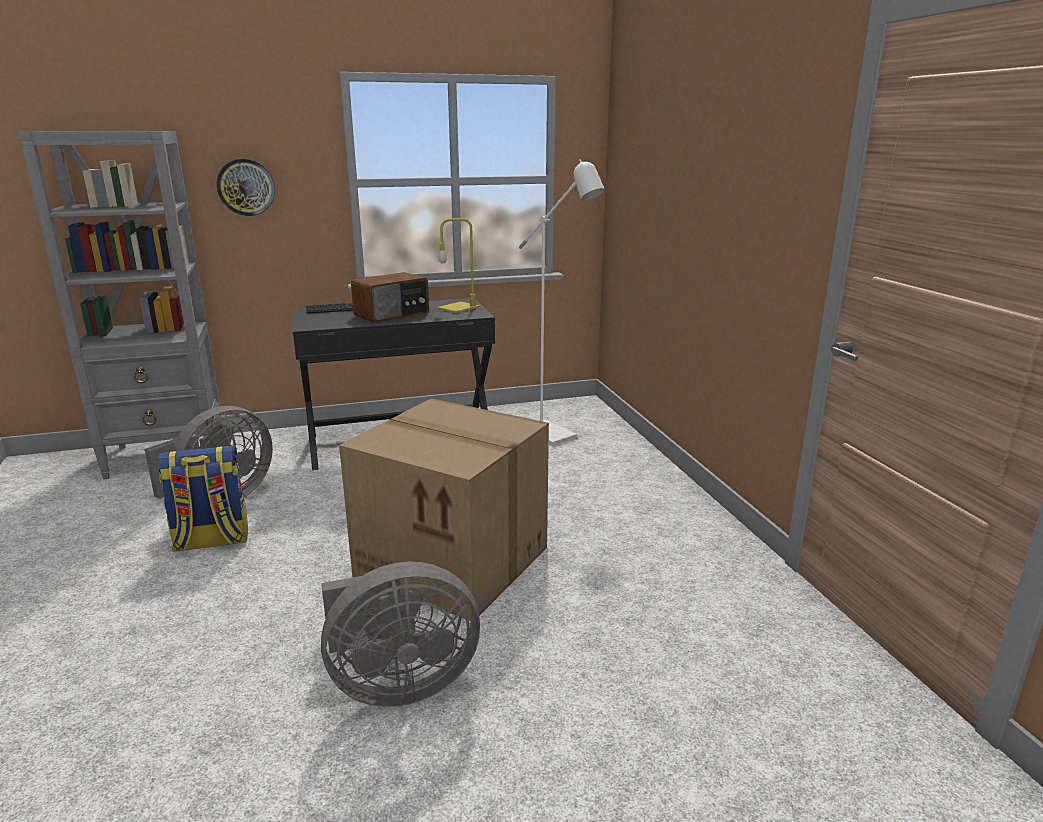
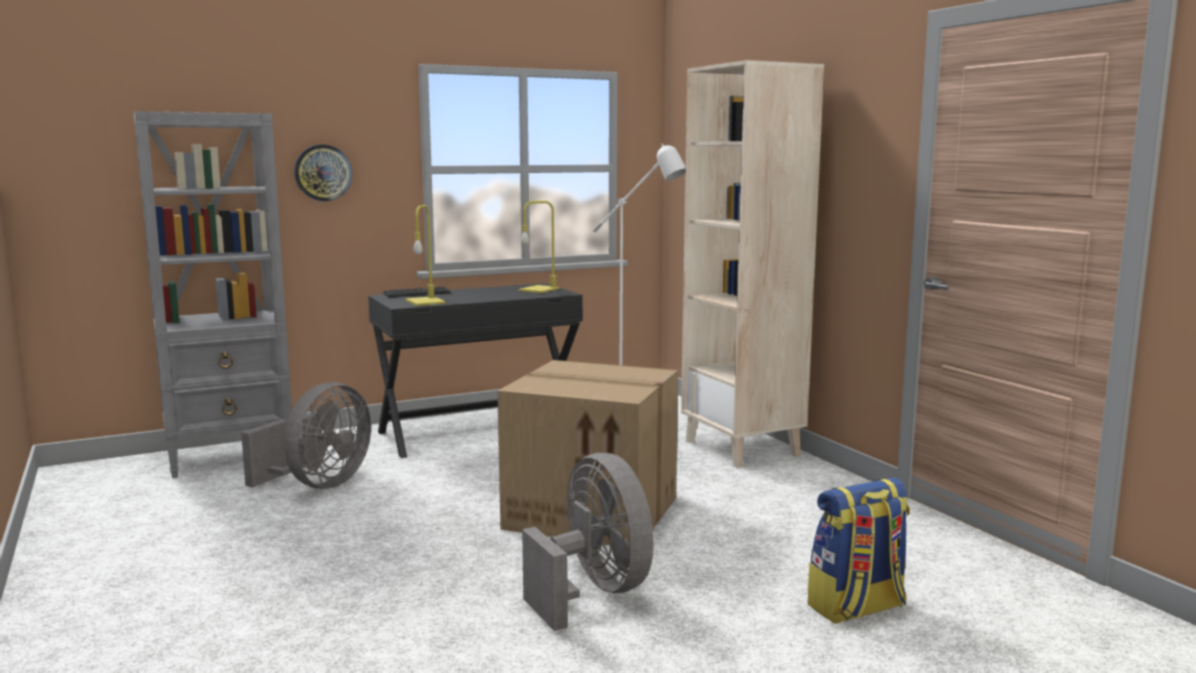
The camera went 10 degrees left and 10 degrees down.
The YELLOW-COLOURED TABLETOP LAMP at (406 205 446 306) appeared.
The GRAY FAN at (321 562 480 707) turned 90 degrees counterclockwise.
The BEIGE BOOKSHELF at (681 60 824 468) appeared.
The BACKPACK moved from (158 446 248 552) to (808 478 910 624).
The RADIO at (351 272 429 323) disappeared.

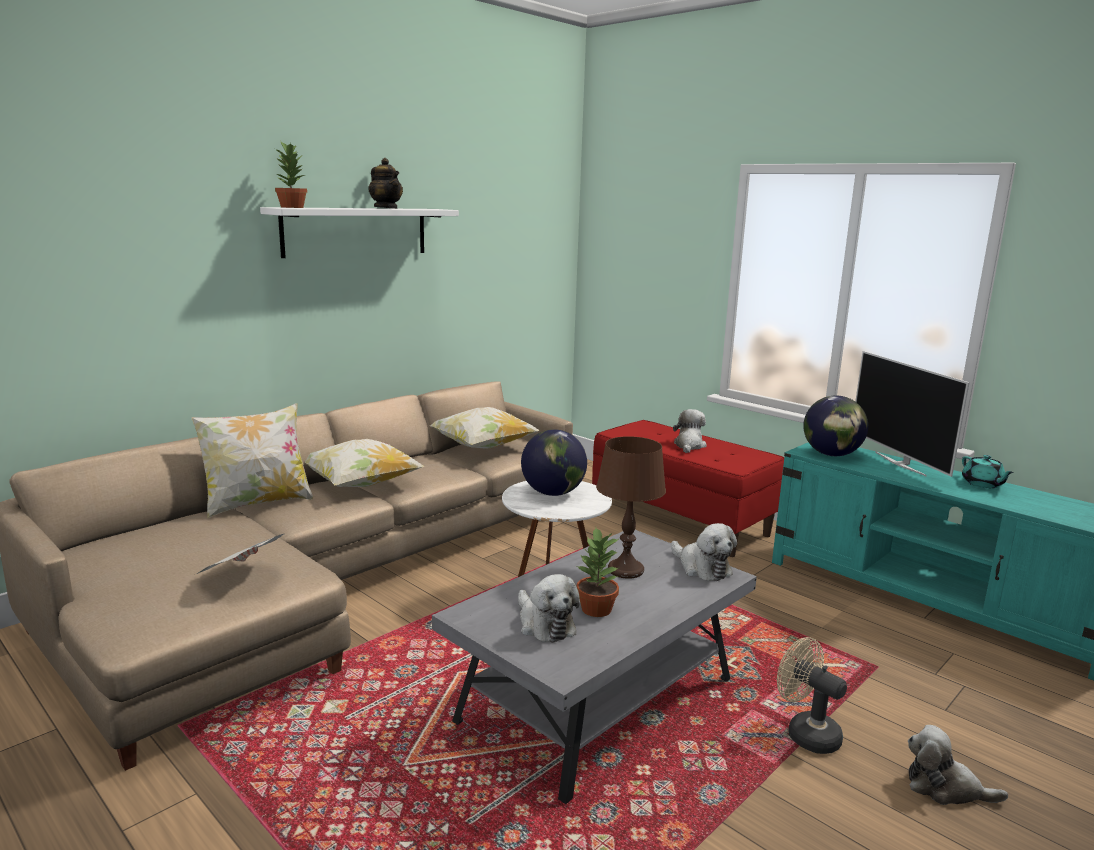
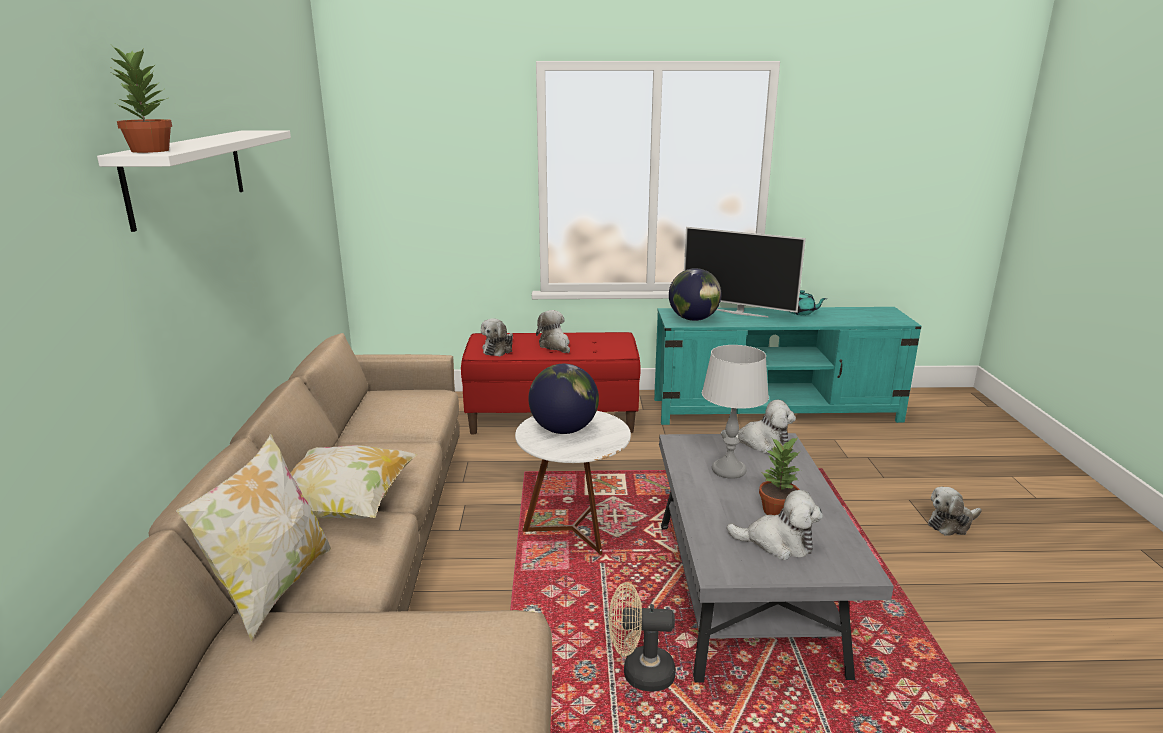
The camera went 45 degrees left and 5 degrees up.
The SOFT TOY at (481 318 513 356) appeared.
The BEIGE FAN moved from (777 637 847 754) to (609 582 676 691).
The BROWN TABLETOP LAMP at (596 436 666 579) became the GRAY TABLETOP LAMP at (702 345 769 479).
The PRINTED PAPER at (197 534 284 574) disappeared.
The TEAPOT at (368 158 403 209) disappeared.
The CUSHION at (430 407 540 449) disappeared.

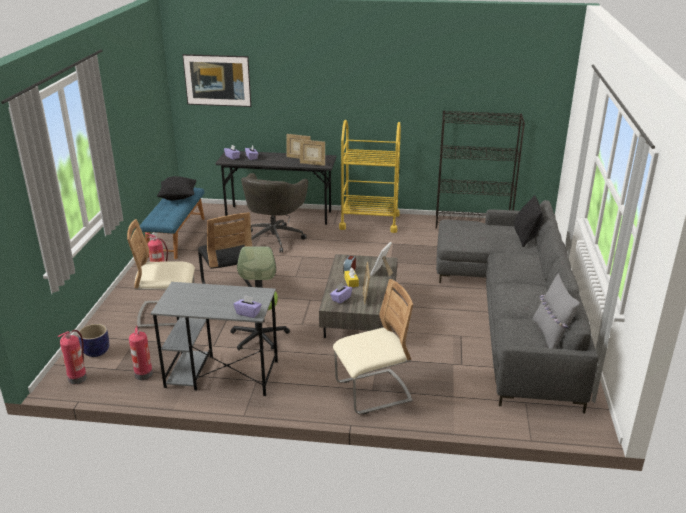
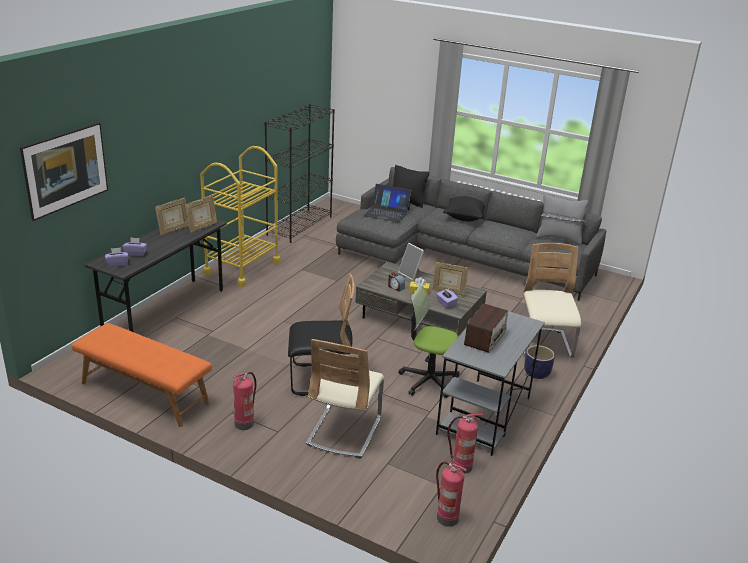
The camera went 70 degrees left and 0 degrees up.
The BLUE-COLOURED LONG SEAT at (140 188 205 259) became the ORANGE LONG SEAT at (72 323 212 427).
The LAPTOP at (364 184 412 222) appeared.
The BLACK-COLOURED CUSHION moved from (157 176 196 201) to (443 196 485 222).
The RADIO at (464 304 508 353) appeared.
The PLANT POT moved from (78 324 109 357) to (524 345 555 379).
The PURPLE-COLOURED BOX OF TISSUES at (234 295 262 318) disappeared.
The GRAY DESK CHAIR at (241 173 308 253) disappeared.

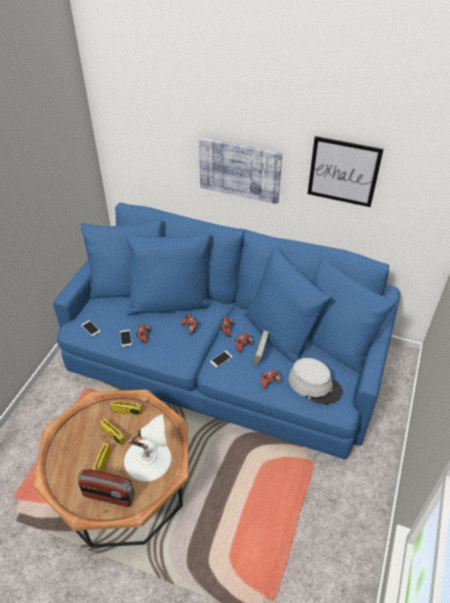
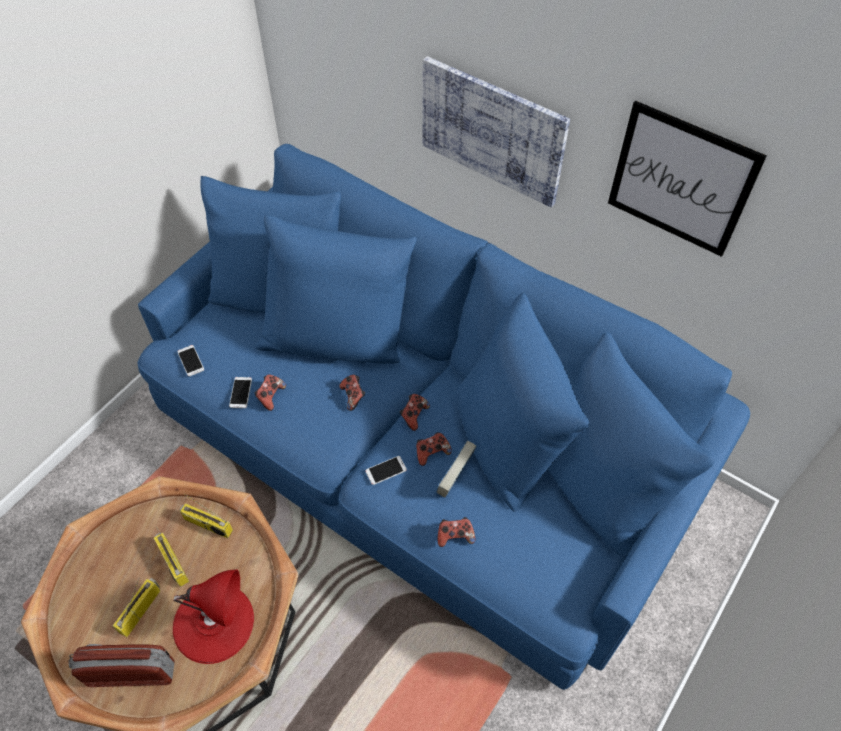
The camera went 15 degrees right and 10 degrees up.
The RADIO at (78 469 134 507) turned 150 degrees clockwise.
The WHITISH TABLETOP LAMP at (124 414 171 482) became the RED TABLETOP LAMP at (173 569 254 664).
The GRAY HAT at (288 358 342 404) disappeared.

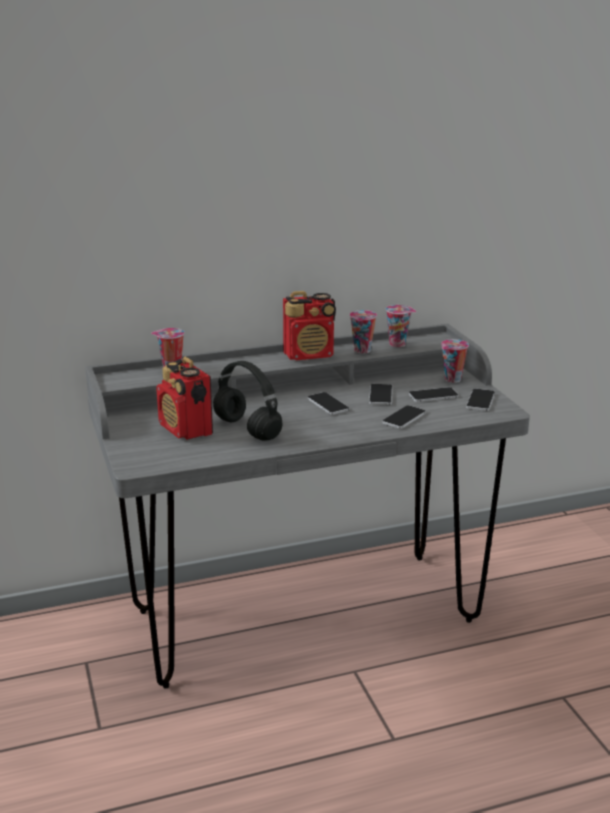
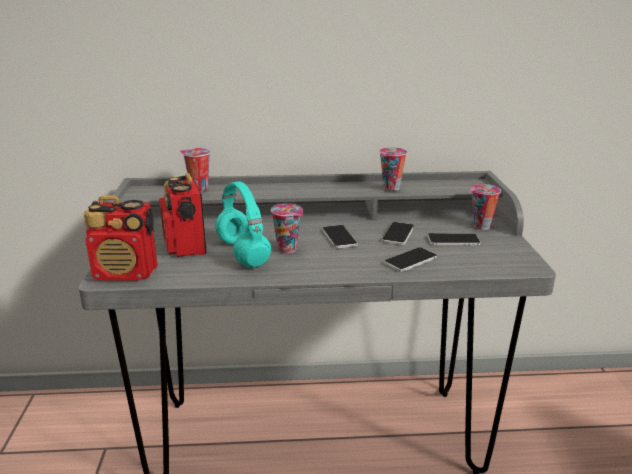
The camera went 15 degrees right and 0 degrees up.
The RADIO moved from (283 291 336 360) to (84 196 157 280).
The BLACK-COLOURED PAIR OF HEADPHONES at (213 361 282 441) became the BLUE-GREEN PAIR OF HEADPHONES at (215 181 271 267).
The CUP moved from (386 305 416 347) to (271 204 303 253).
The HANDSET at (466 389 495 411) disappeared.

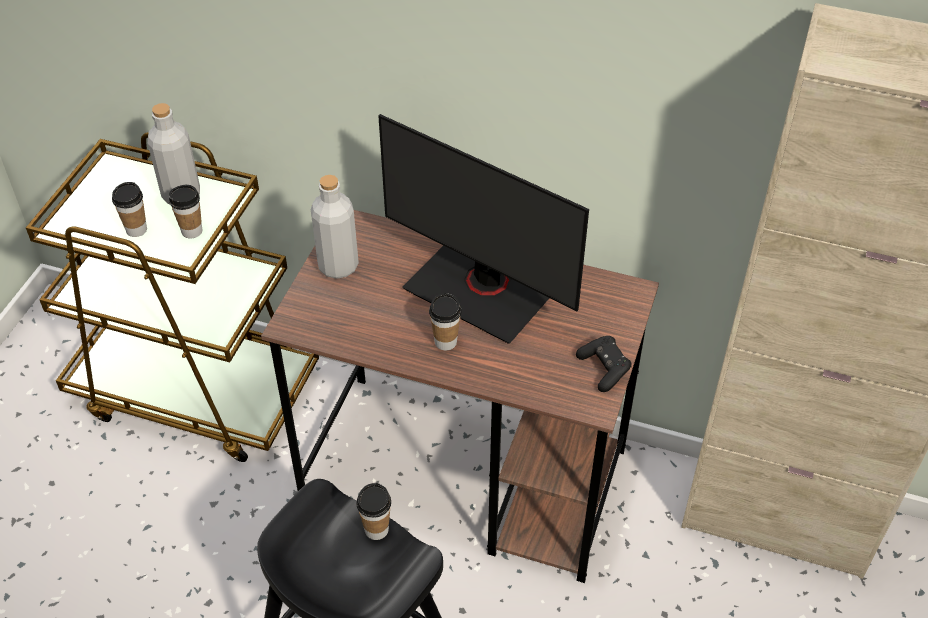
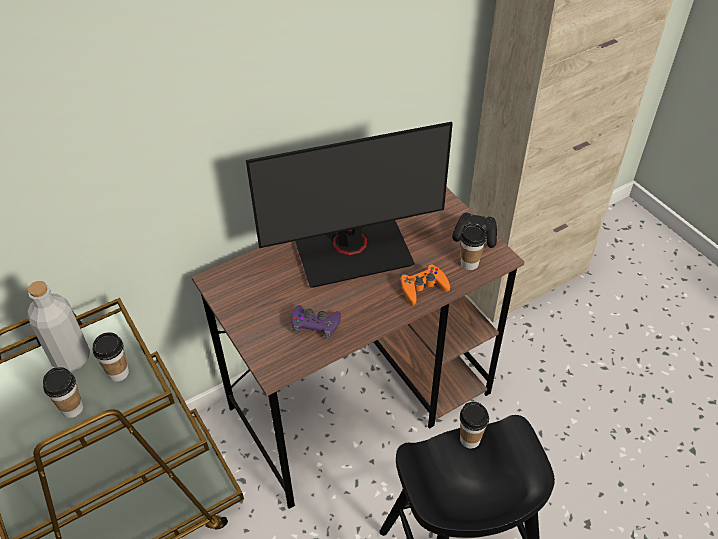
The camera went 50 degrees left and 0 degrees up.
The PURPLE-COLOURED JOYPAD at (291 305 341 339) appeared.
The ORANGE JOYPAD at (401 264 450 305) appeared.
The CUP moved from (429 293 462 351) to (460 224 487 270).
The GRAY DRINK BOTTLE at (311 175 359 279) disappeared.

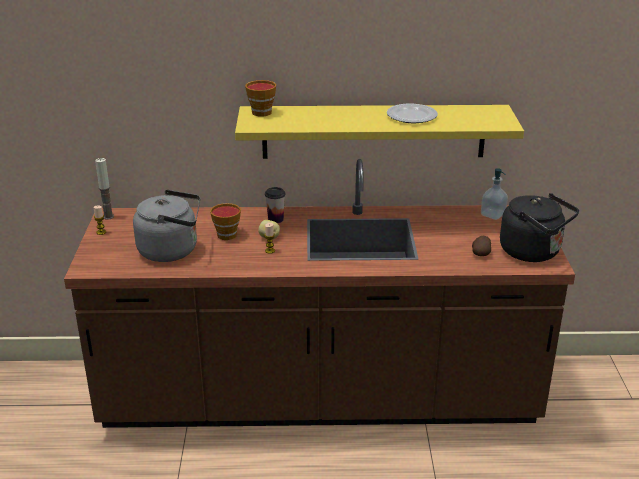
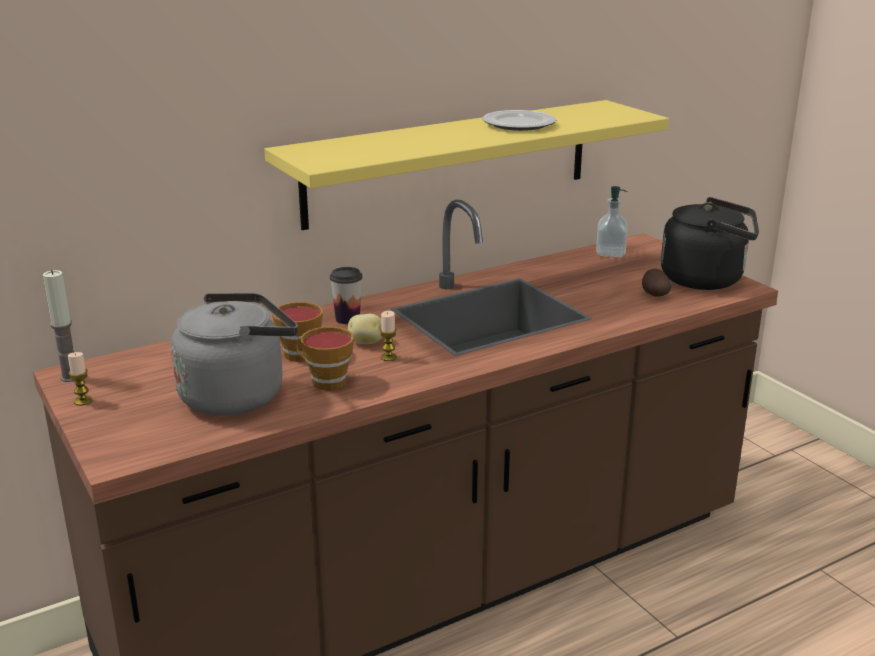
The camera went 30 degrees left and 5 degrees down.
The CUP moved from (245 80 276 117) to (296 327 354 391).

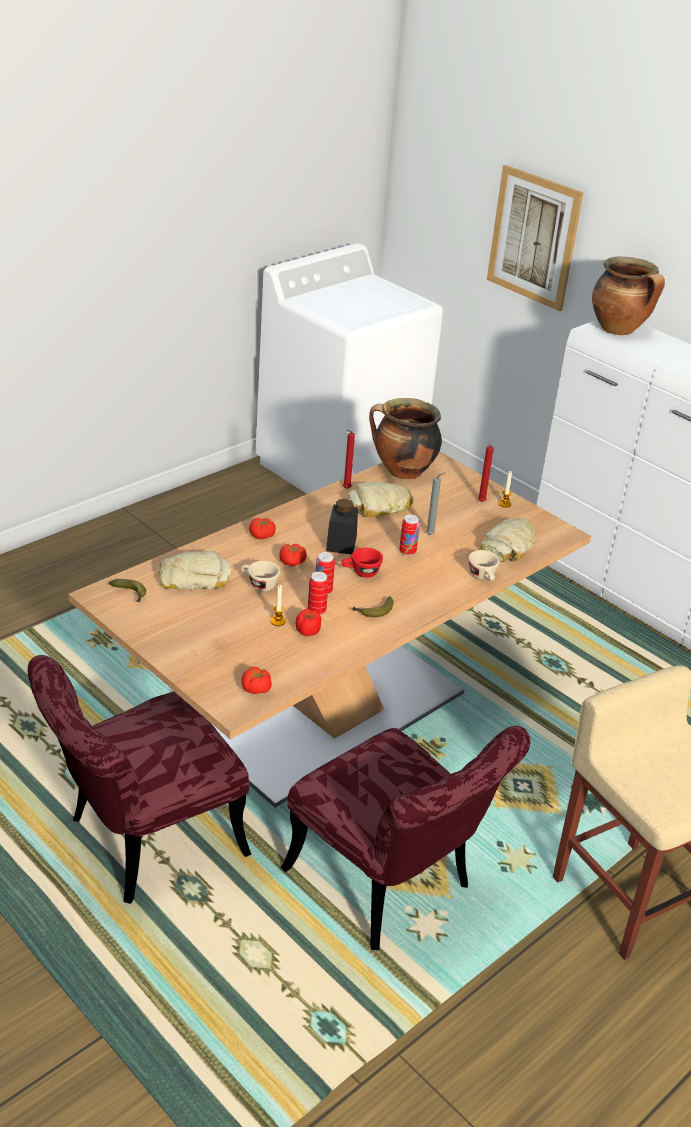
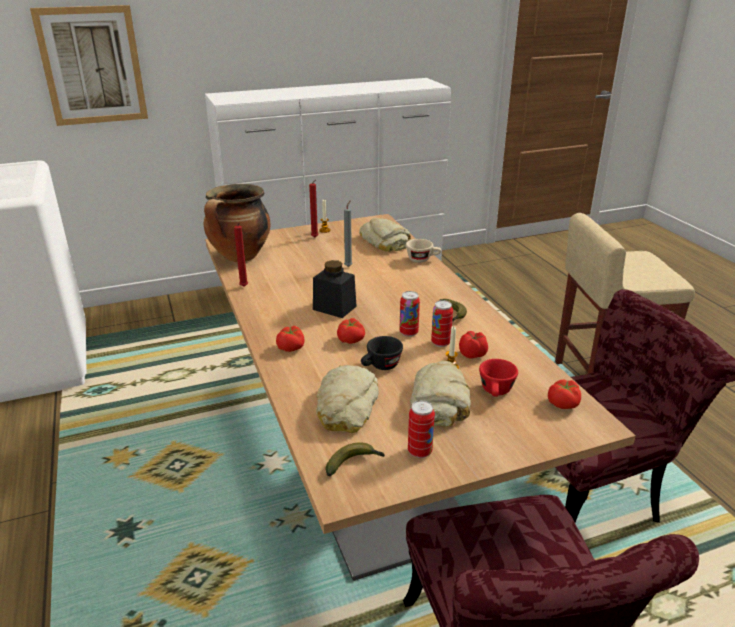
The camera went 65 degrees left and 5 degrees down.
The BEIGE CUP at (241 561 280 592) became the BLACK-COLOURED CUP at (361 336 403 370).
The METAL CAN moved from (399 515 420 556) to (408 400 435 458).
The BAKED BREAD moved from (348 482 413 517) to (410 361 471 427).
The RED CUP moved from (342 548 383 578) to (479 359 518 397).
The SAUCEPOT at (592 257 665 335) disappeared.

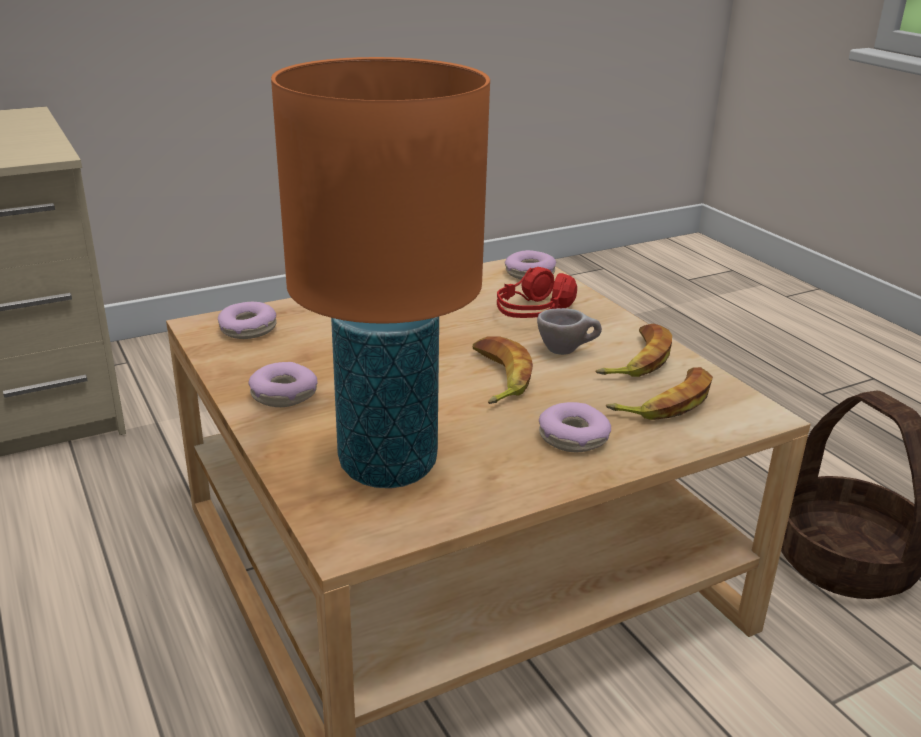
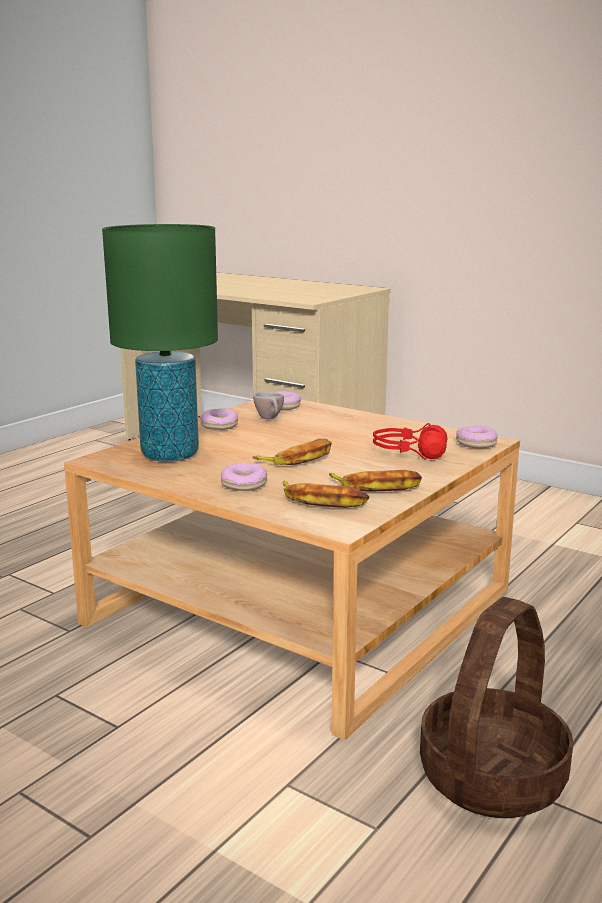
The camera went 65 degrees right and 10 degrees down.
The ORANGE TABLETOP LAMP at (271 57 490 488) became the GREEN TABLETOP LAMP at (102 224 218 462).
The BEIGE CUP moved from (537 308 602 355) to (253 392 284 420).

